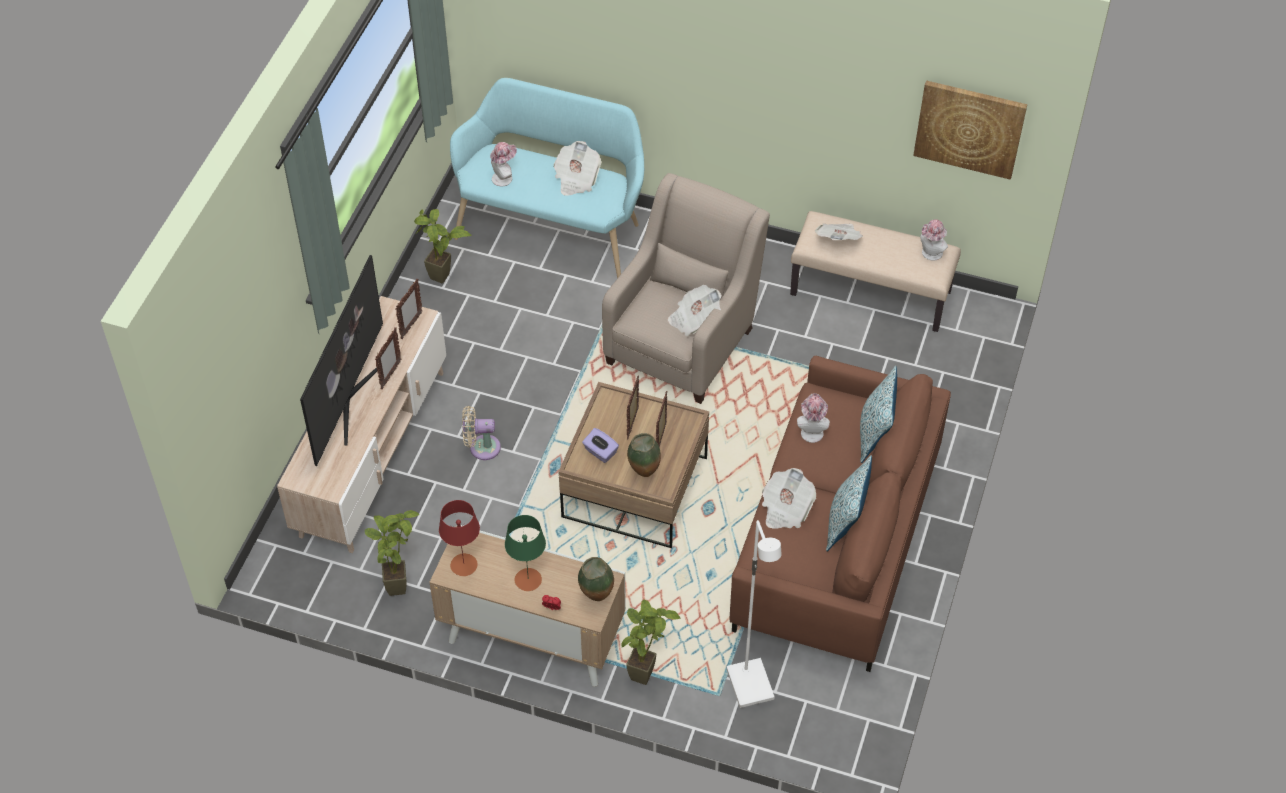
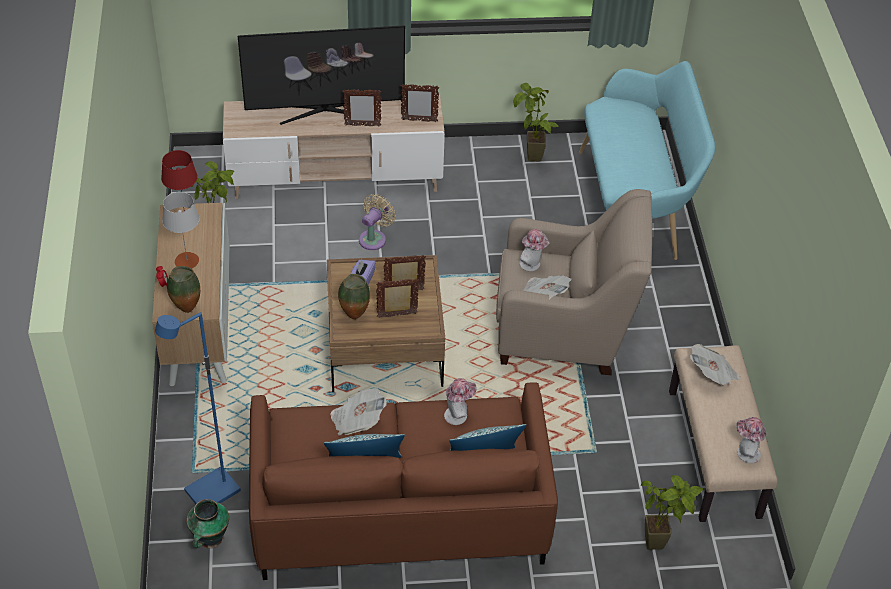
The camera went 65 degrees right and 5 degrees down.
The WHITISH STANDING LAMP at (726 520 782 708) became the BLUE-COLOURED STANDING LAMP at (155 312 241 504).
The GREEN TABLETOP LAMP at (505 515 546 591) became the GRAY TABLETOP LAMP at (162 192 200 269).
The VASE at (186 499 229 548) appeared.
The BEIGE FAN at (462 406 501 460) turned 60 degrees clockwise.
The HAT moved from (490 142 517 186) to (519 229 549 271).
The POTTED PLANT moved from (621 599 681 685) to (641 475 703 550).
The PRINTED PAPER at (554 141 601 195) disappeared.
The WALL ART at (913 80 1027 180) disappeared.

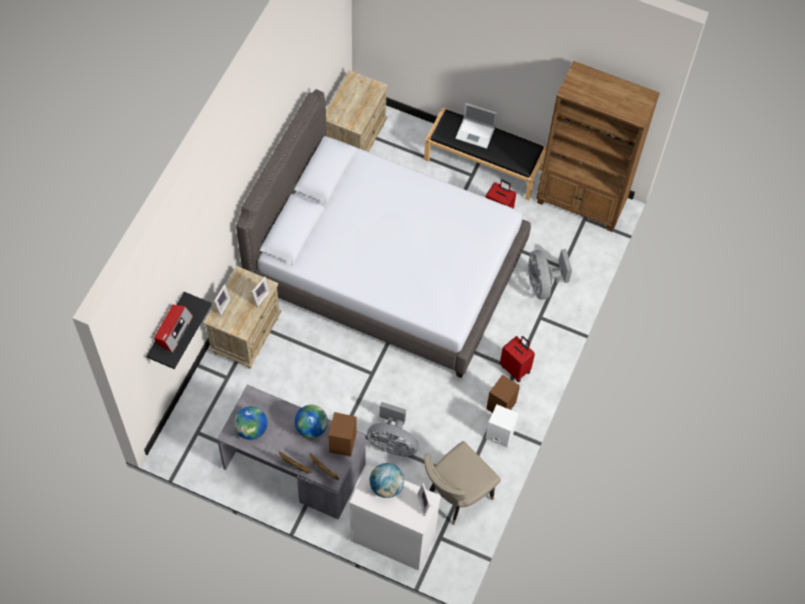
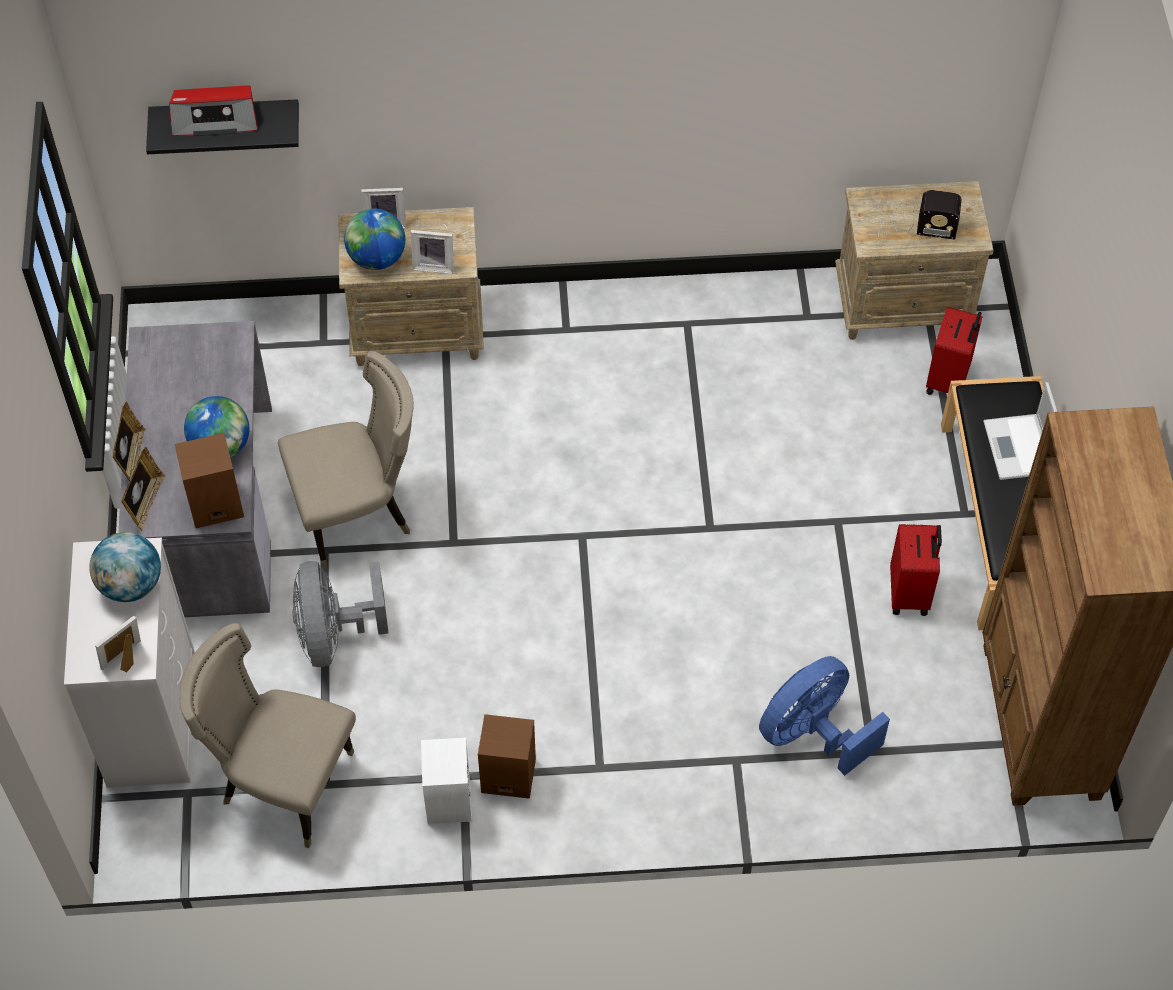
The camera went 65 degrees right and 5 degrees down.
The BEIGE CHAIR at (278 351 414 570) appeared.
The WORLD GLOBE moved from (234 407 267 440) to (344 209 405 270).
The GRAY FAN at (528 249 572 300) became the BLUE-COLOURED FAN at (759 656 890 776).
The RADIO at (893 190 961 240) appeared.
The RED SUITCASE moved from (500 336 535 382) to (926 307 983 395).
The GRAY BED at (236 89 531 378) disappeared.

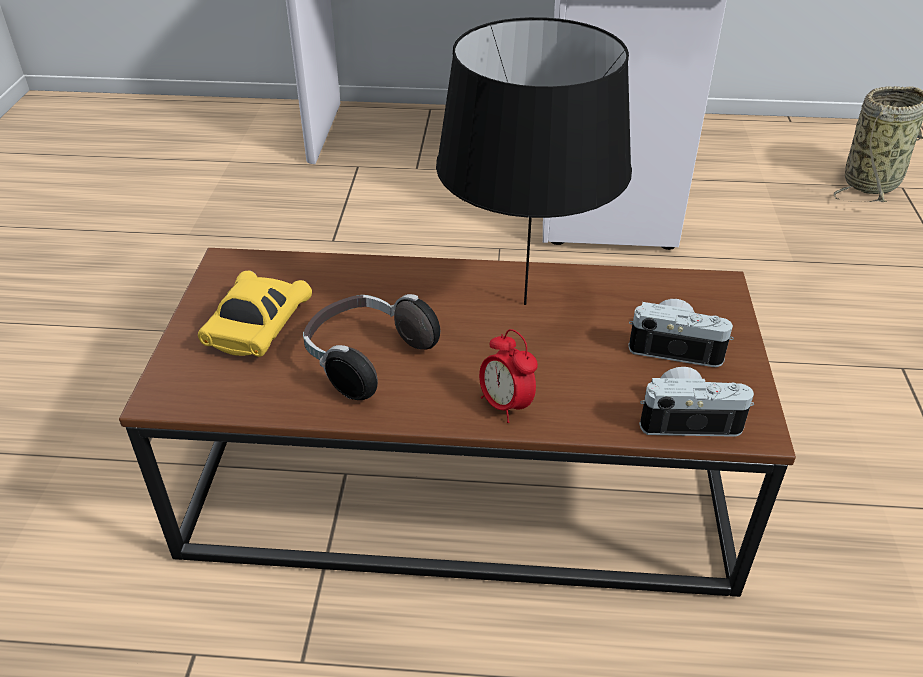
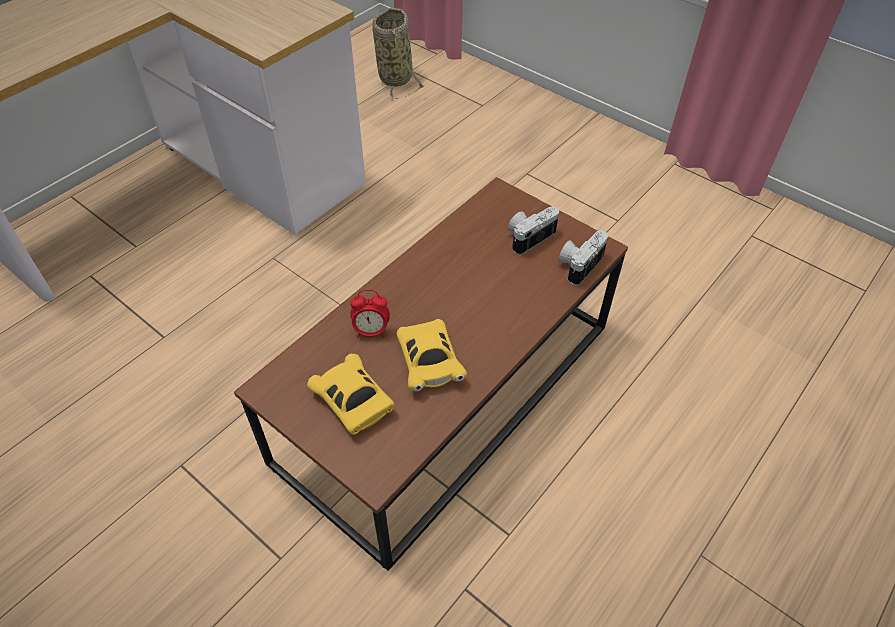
The camera went 55 degrees left and 10 degrees up.
The BEDSIDE CLOCK moved from (479 329 538 423) to (350 290 390 338).
The PAIR OF HEADPHONES at (303 294 440 400) was replaced by the YELLOW-COLOURED MINIATURE CAR at (397 319 467 391).
The BLACK-COLOURED TABLETOP LAMP at (436 17 632 305) disappeared.

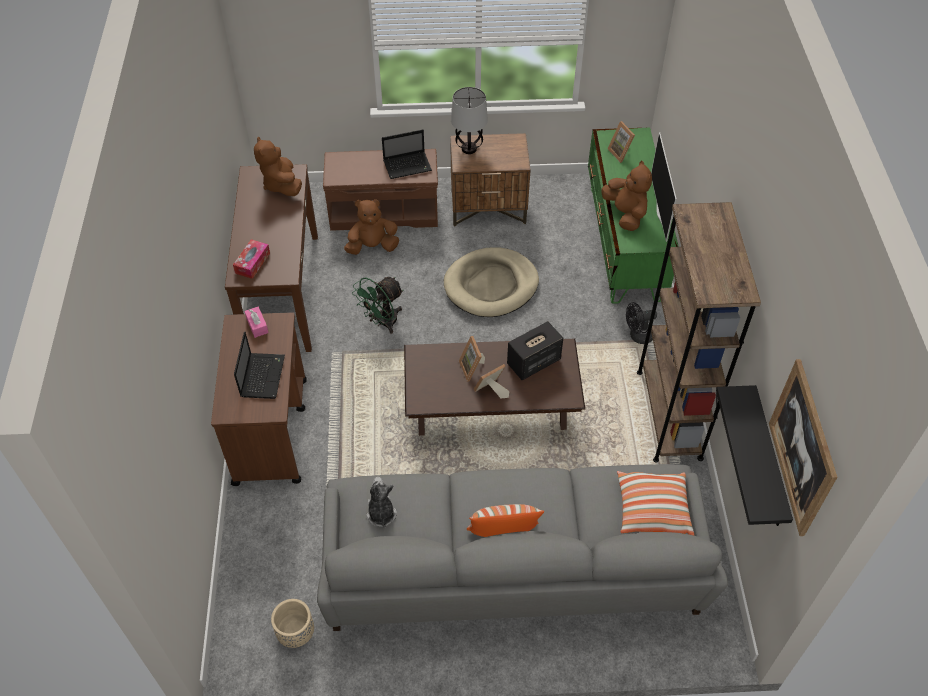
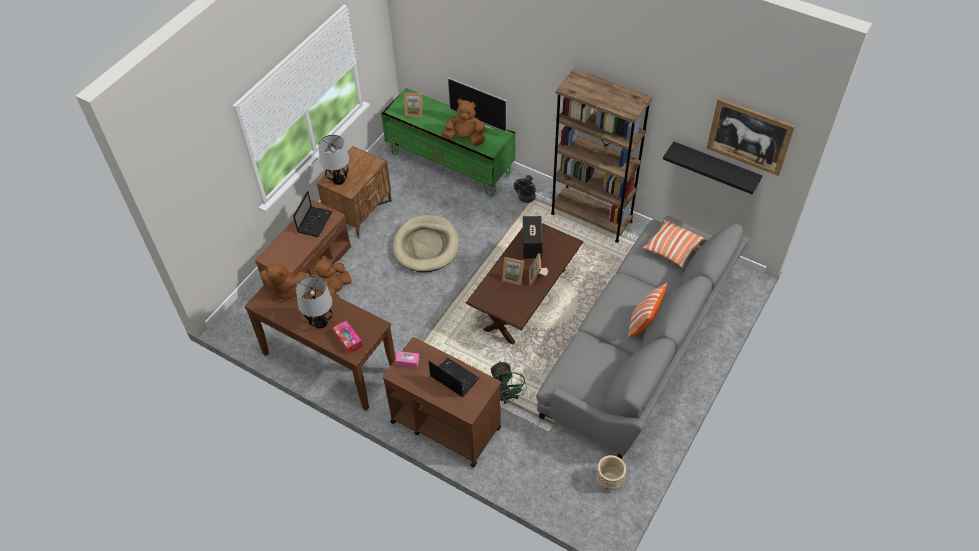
The camera went 55 degrees left and 0 degrees up.
The TABLETOP LAMP at (296 276 332 329) appeared.
The GREEN FAN moved from (352 277 404 334) to (490 361 527 404).
The SOFT TOY at (366 477 397 529) disappeared.

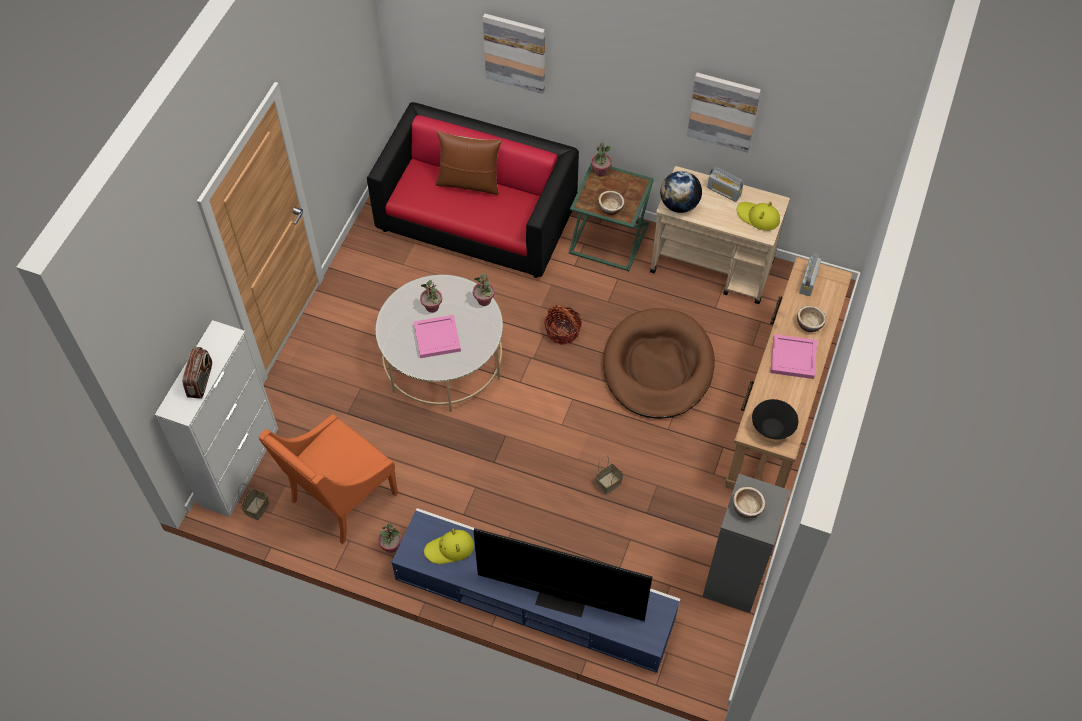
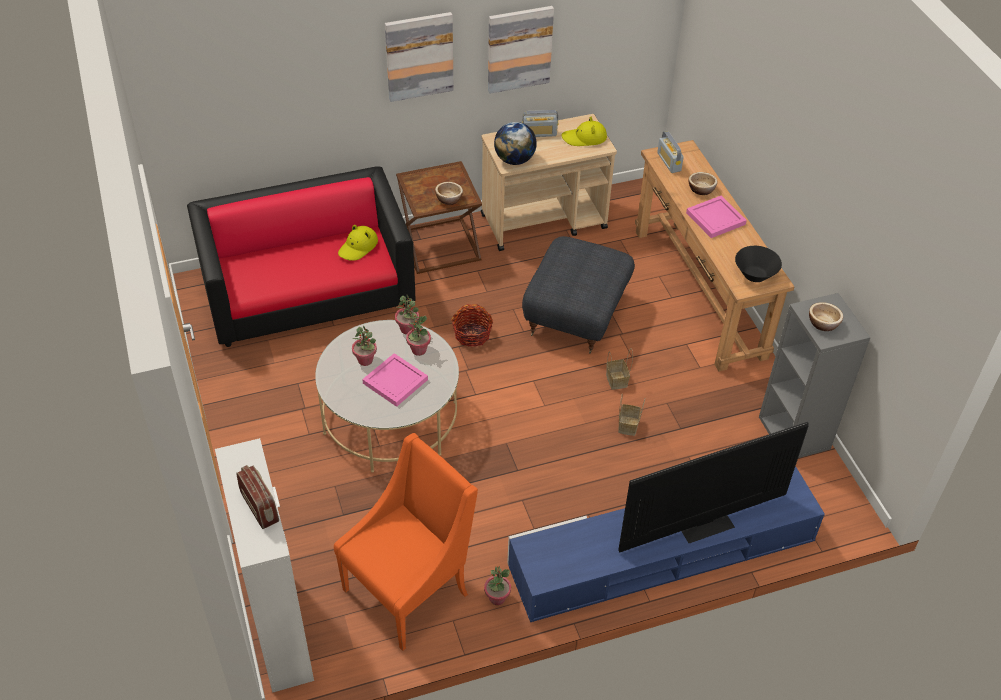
The camera went 40 degrees left and 10 degrees down.
The ORANGE ARMCHAIR at (259 414 398 544) turned 135 degrees counterclockwise.
The YELLOW-COLOURED HAT moved from (424 528 474 564) to (338 225 378 261).
The WALL ART moved from (483 13 545 94) to (385 12 453 102).
The GREEN END TABLE at (569 164 654 271) became the BROWN END TABLE at (396 161 482 274).
The POTTED PLANT moved from (591 142 612 176) to (406 315 431 356).
The BROWN PET BED at (603 308 715 419) was replaced by the GRAY POUFFE at (522 236 635 354).
The BASKET moved from (238 483 269 520) to (606 348 633 390).
The BROWN CUSHION at (436 131 502 195) disappeared.

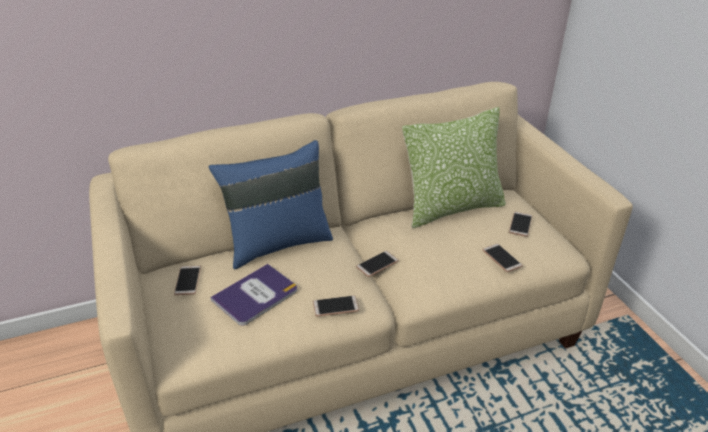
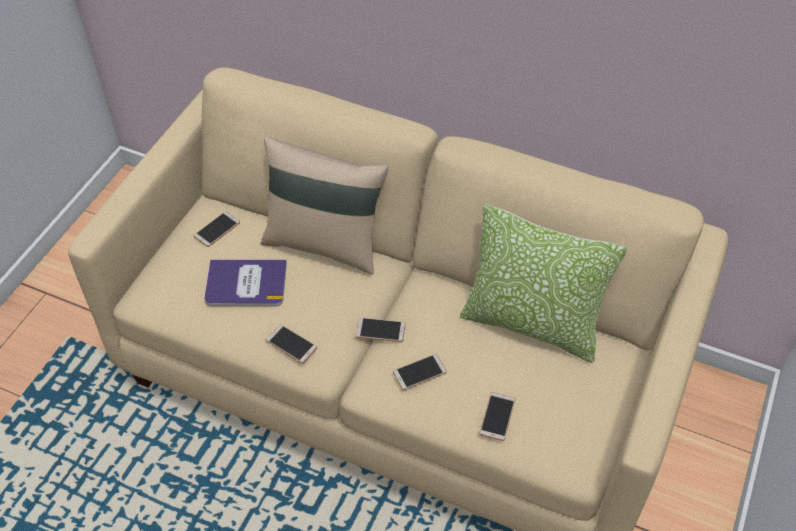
The camera went 45 degrees right and 15 degrees up.
The BLUE-COLOURED CUSHION at (209 140 333 269) became the BEIGE CUSHION at (261 136 388 275).
The HANDSET moved from (509 212 532 237) to (393 354 447 390).

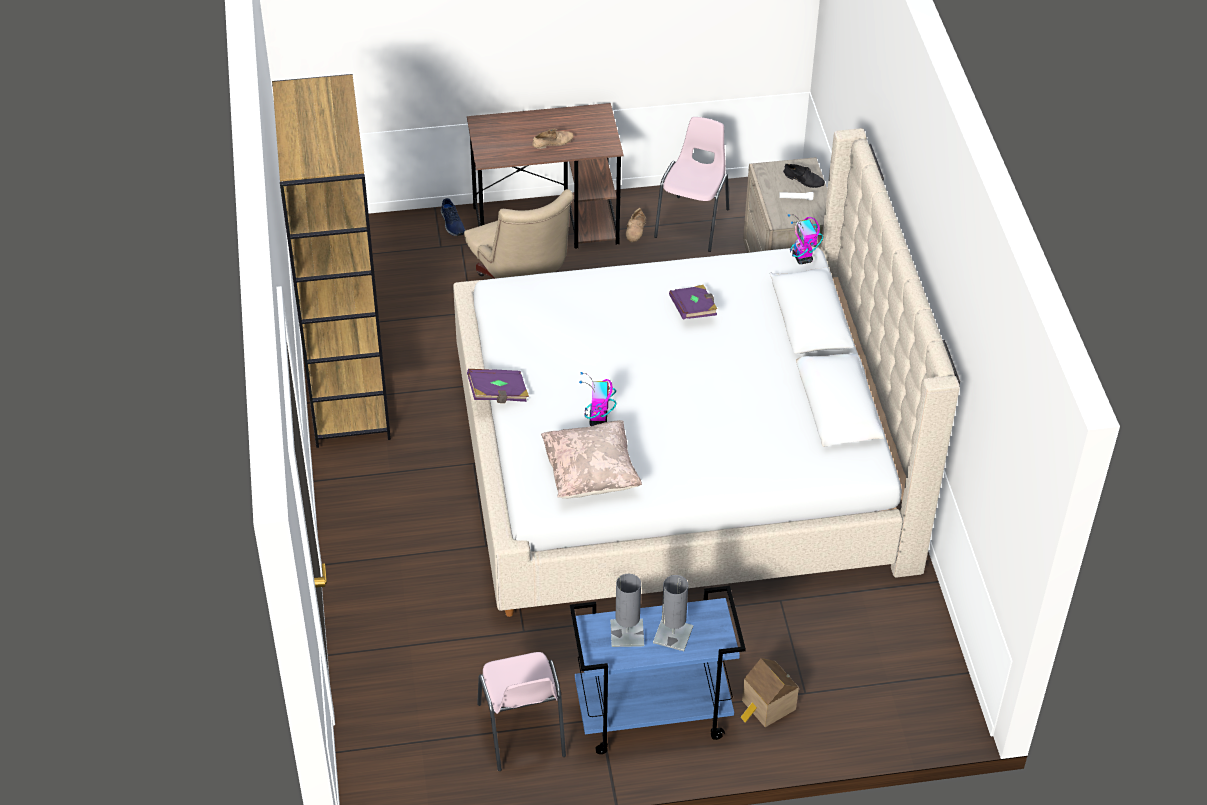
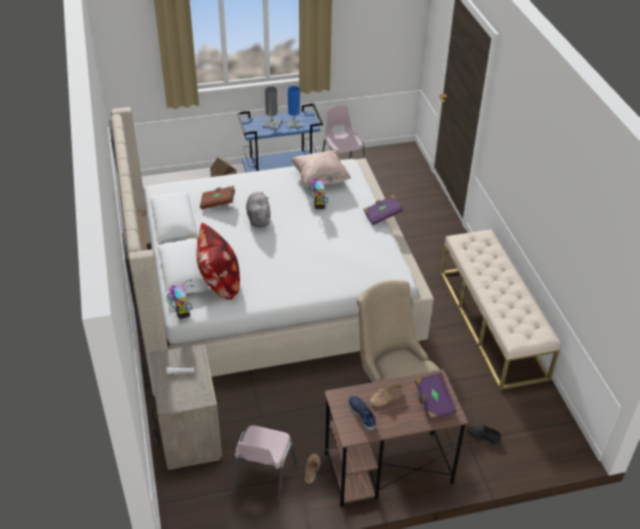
The camera went 175 degrees right and 5 degrees down.
The CUSHION at (197 223 240 300) appeared.
The BROWN BOUND BOOK at (200 186 235 209) appeared.
The GRAY SOFT TOY at (246 192 271 227) appeared.
The GRAY TABLETOP LAMP at (611 574 644 647) became the BLUE-COLOURED TABLETOP LAMP at (286 86 303 128).
The BLUE-COLOURED LOW SHOE moved from (441 198 465 236) to (349 396 377 431).
The PURPLE-COLOURED BOUND BOOK moved from (669 285 717 320) to (415 373 457 420).
The BROWN BOOKSHELF at (272 74 391 448) was replaced by the BEIGE LONG SEAT at (440 229 561 390).
The BLACK-COLOURED LOW SHOE moved from (783 164 825 188) to (467 425 501 444).

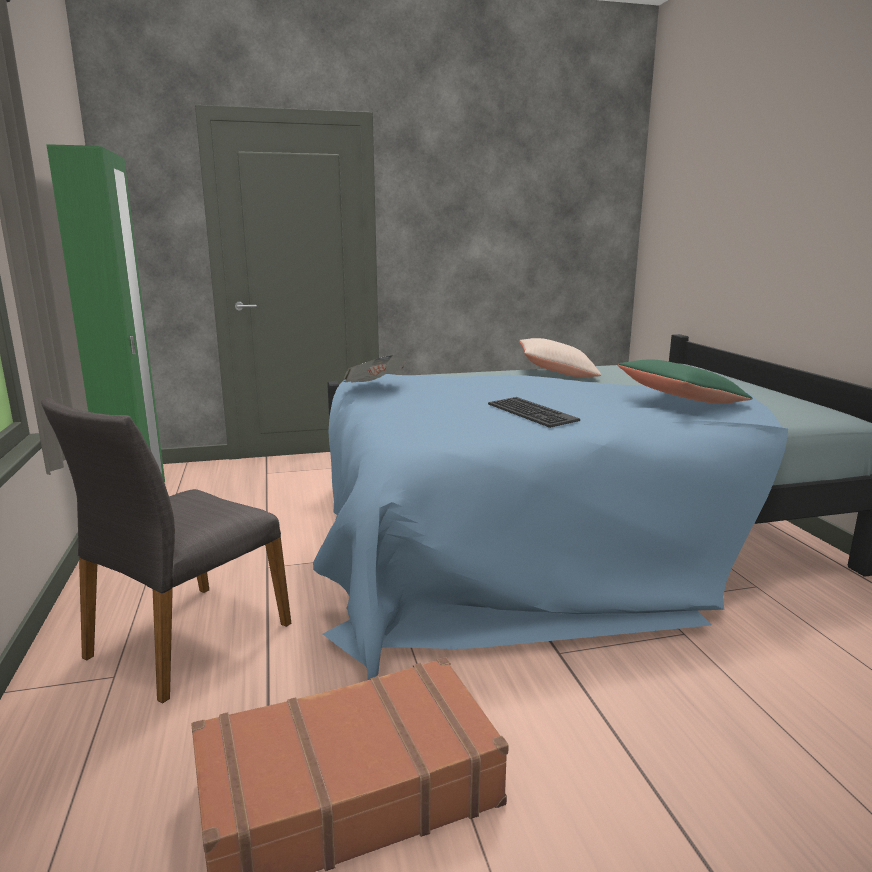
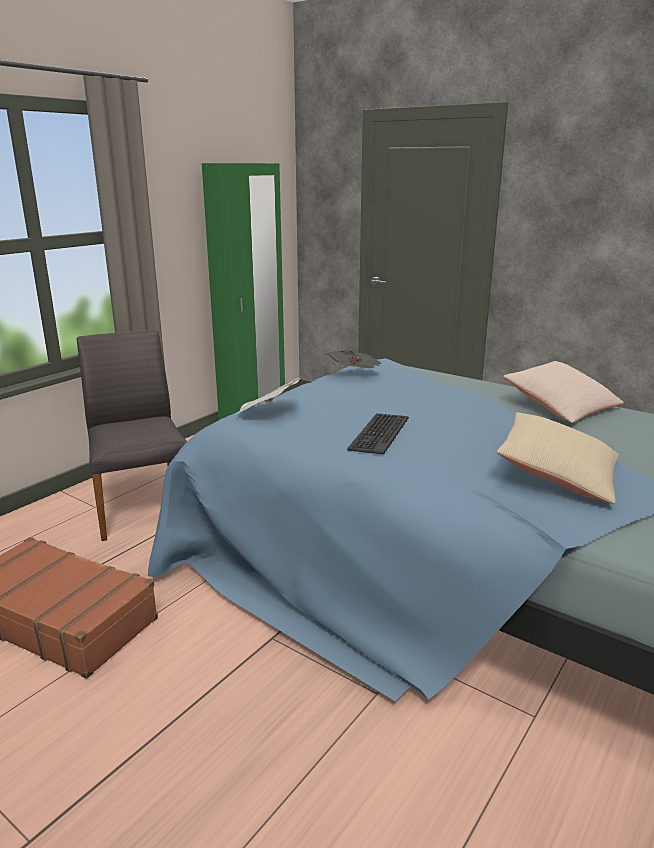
The camera went 50 degrees right and 5 degrees up.
The GRAY CHAIR at (41 398 291 704) turned 75 degrees clockwise.
The PRINTED PAPER at (235 378 300 415) appeared.
The GREEN CUSHION at (617 359 753 404) became the BEIGE CUSHION at (497 412 619 504).

